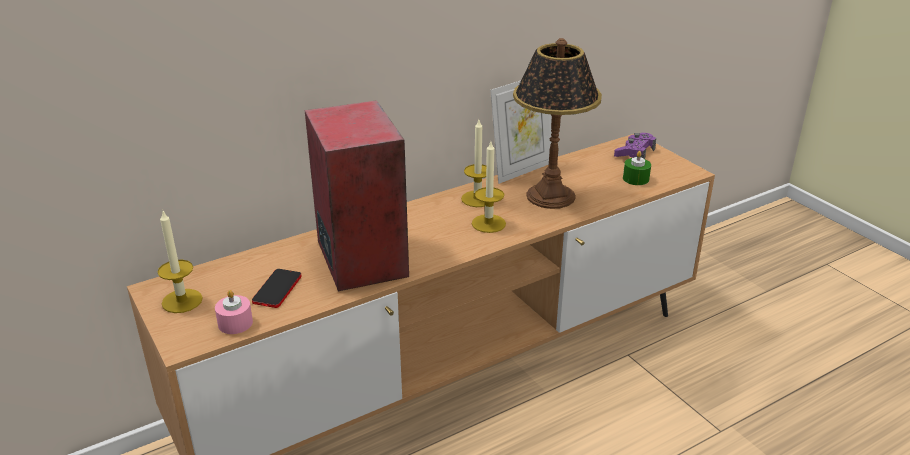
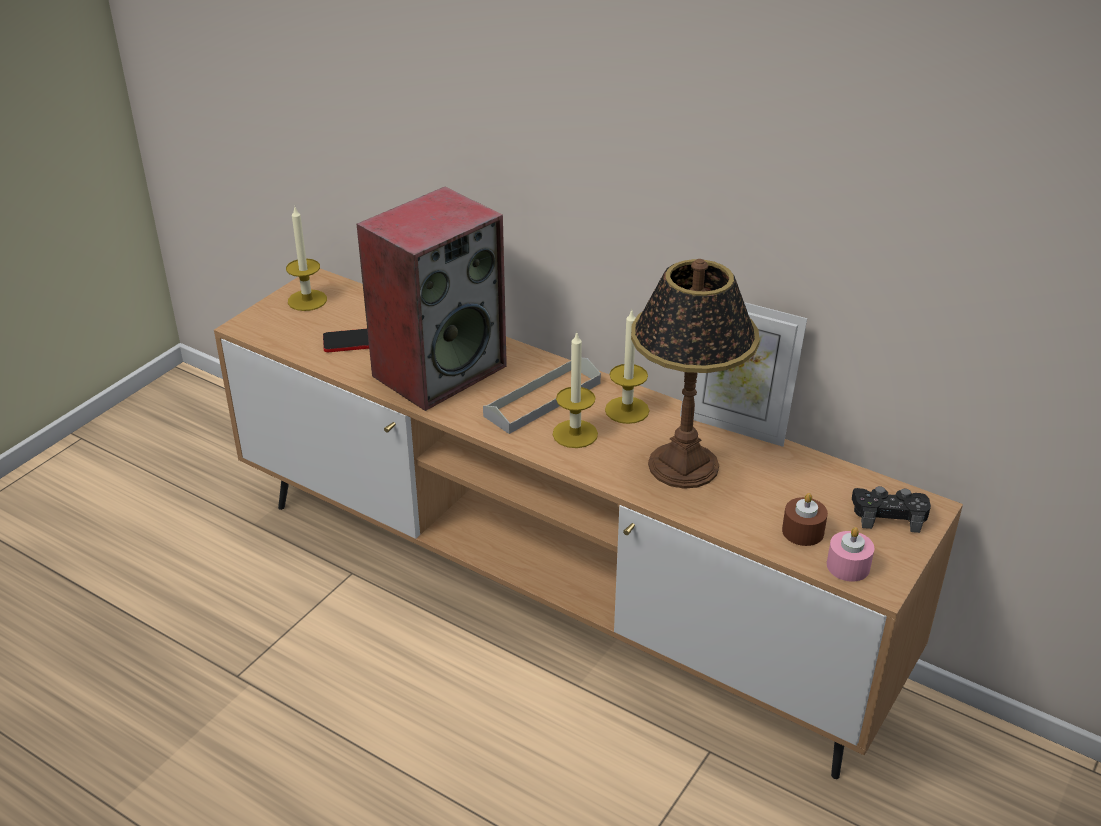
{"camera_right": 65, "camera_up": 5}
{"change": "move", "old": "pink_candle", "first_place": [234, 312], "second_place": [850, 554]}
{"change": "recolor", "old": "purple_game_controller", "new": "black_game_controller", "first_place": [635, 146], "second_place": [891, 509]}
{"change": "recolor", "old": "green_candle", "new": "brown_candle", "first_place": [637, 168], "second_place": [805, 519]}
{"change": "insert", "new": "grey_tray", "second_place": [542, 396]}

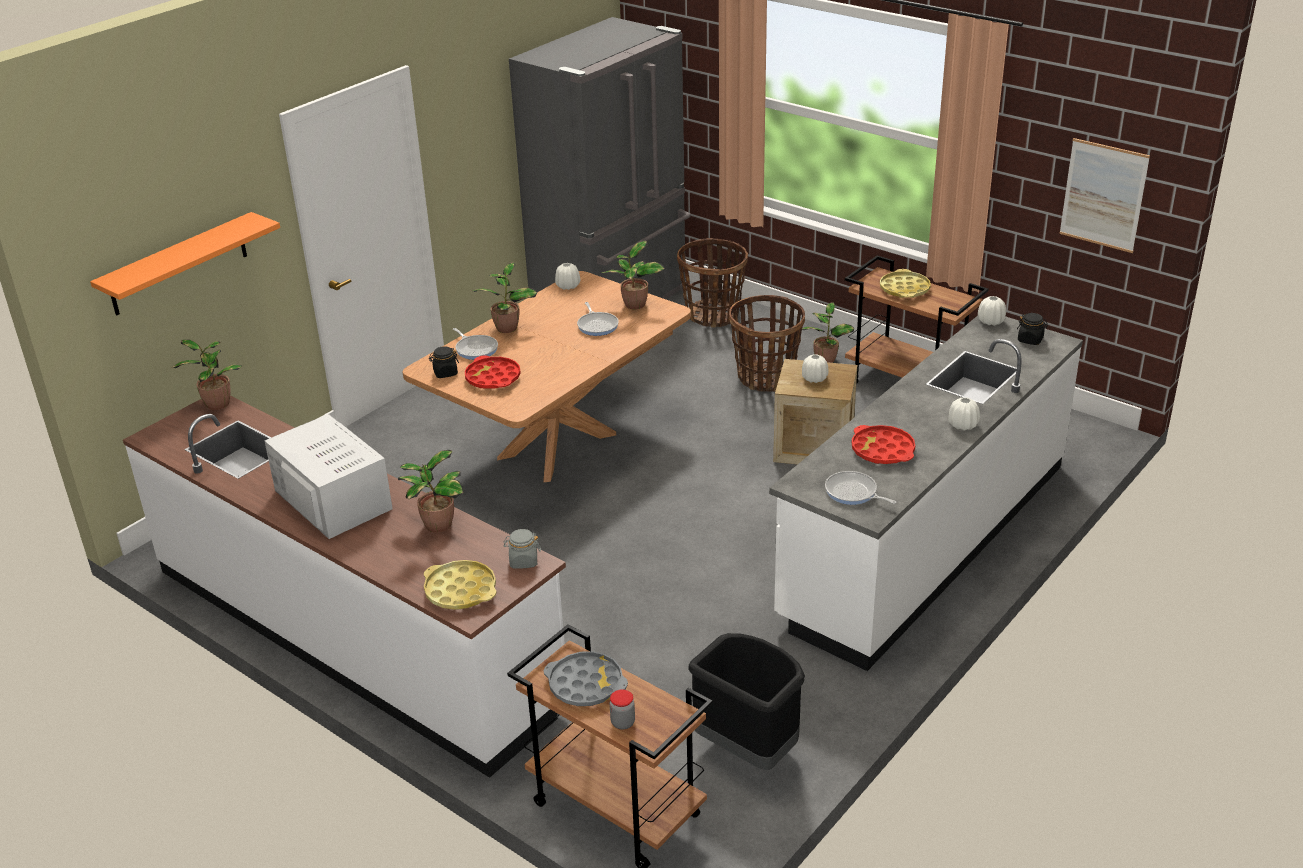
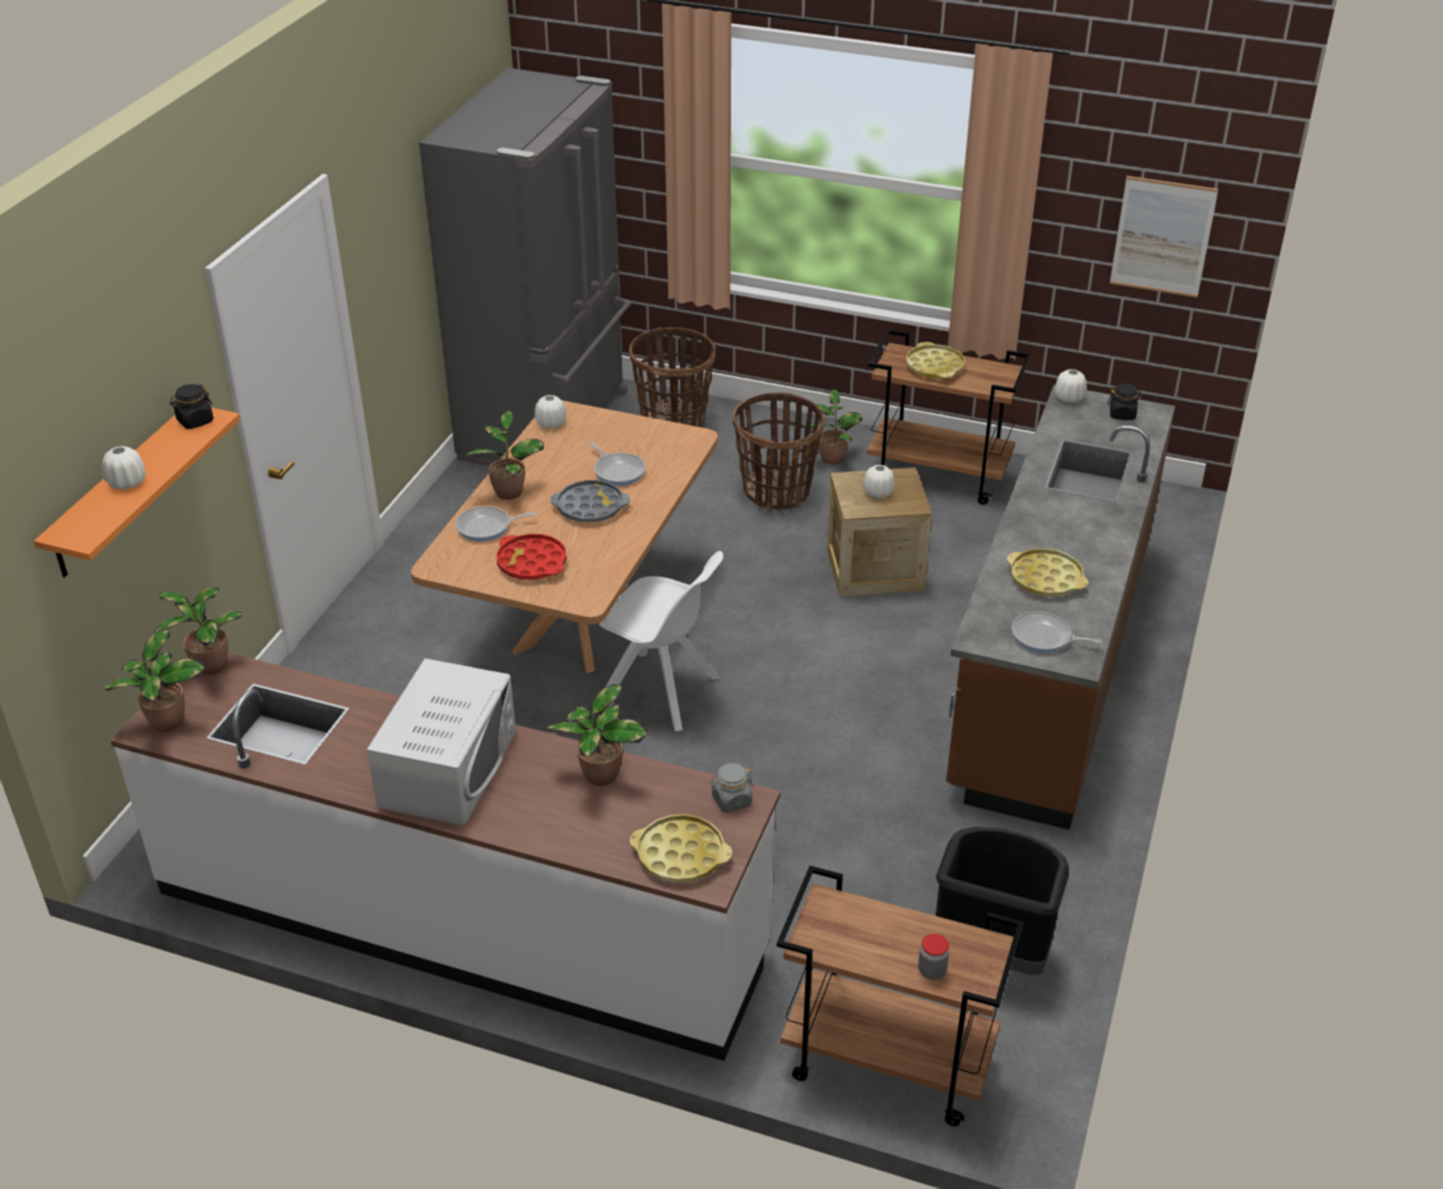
{"camera_right": -20, "camera_up": 5}
{"change": "rotate", "old": "white_microwave", "first_place": [329, 476], "second_place": [441, 742], "degrees": 75}
{"change": "move", "old": "black_jar", "first_place": [444, 362], "second_place": [192, 406]}
{"change": "rotate", "old": "frying_pan", "first_place": [475, 344], "second_place": [496, 524], "degrees": 135}
{"change": "move", "old": "grey_tray", "first_place": [586, 678], "second_place": [590, 501]}
{"change": "move", "old": "potted_plant", "first_place": [633, 275], "second_place": [154, 680]}
{"change": "recolor", "old": "white_counter", "new": "brown_counter", "first_place": [926, 493], "second_place": [1060, 607]}
{"change": "recolor", "old": "red_tray", "new": "yellow_tray", "first_place": [883, 444], "second_place": [1047, 572]}
{"change": "move", "old": "white_vase", "first_place": [964, 414], "second_place": [124, 468]}
{"change": "insert", "new": "white_chair", "second_place": [661, 641]}

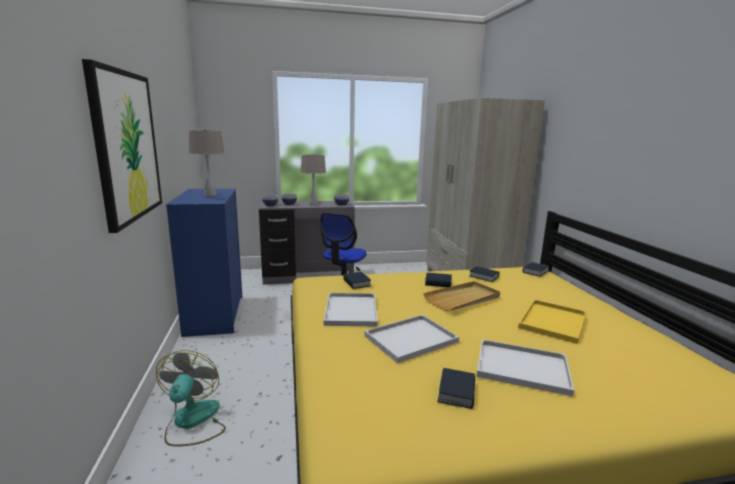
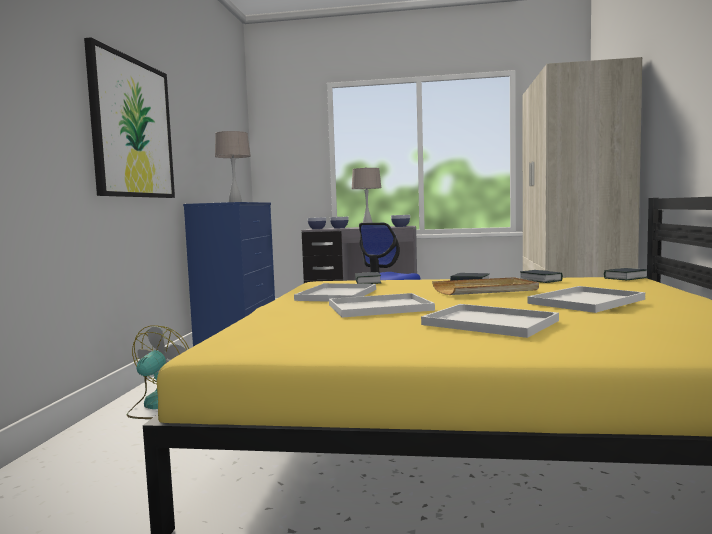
{"camera_right": 20, "camera_up": -10}
{"change": "delete", "old": "book", "first_place": [456, 388]}
{"change": "recolor", "old": "yellow_tray", "new": "white_tray", "first_place": [552, 321], "second_place": [586, 299]}

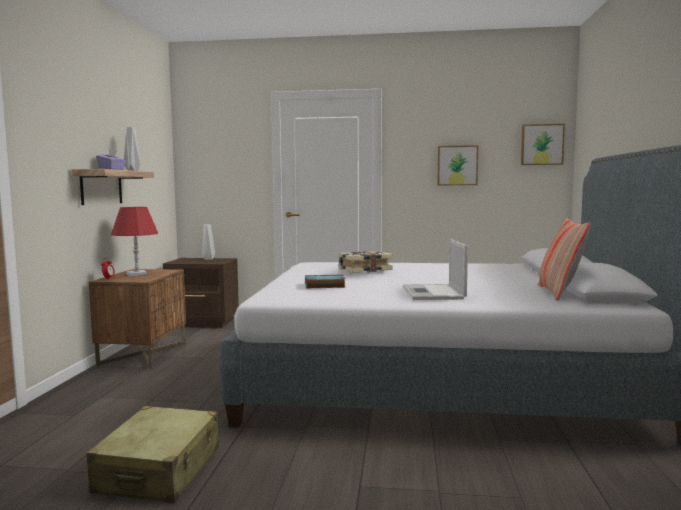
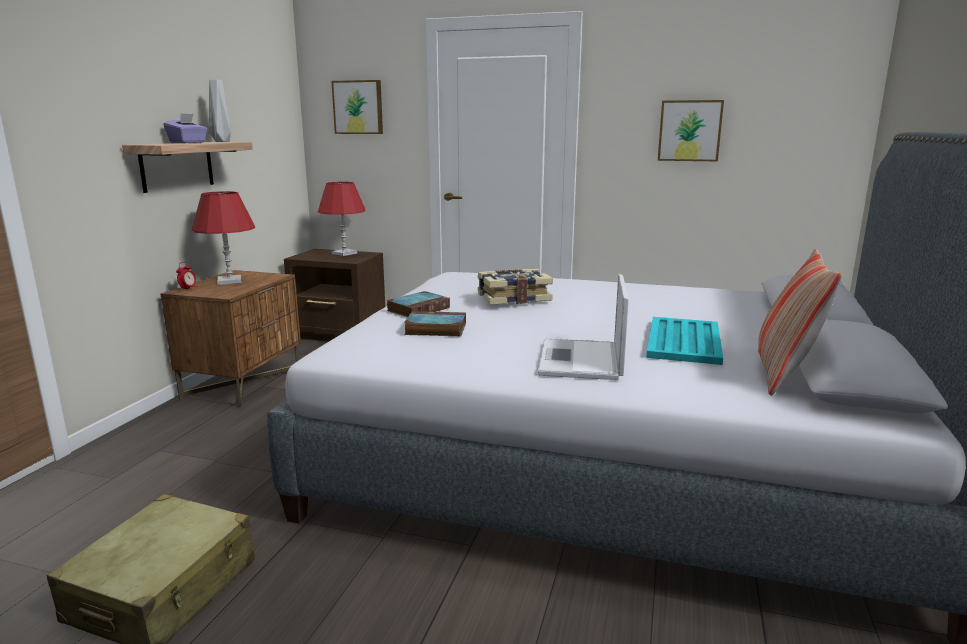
{"camera_right": 10, "camera_up": 10}
{"change": "replace", "old": "grey_vase", "new": "red_table_lamp", "first_place": [208, 242], "second_place": [342, 219]}
{"change": "move", "old": "picture", "first_place": [543, 144], "second_place": [357, 107]}
{"change": "insert", "new": "book", "second_place": [418, 304]}
{"change": "insert", "new": "turquoise_tray", "second_place": [684, 341]}

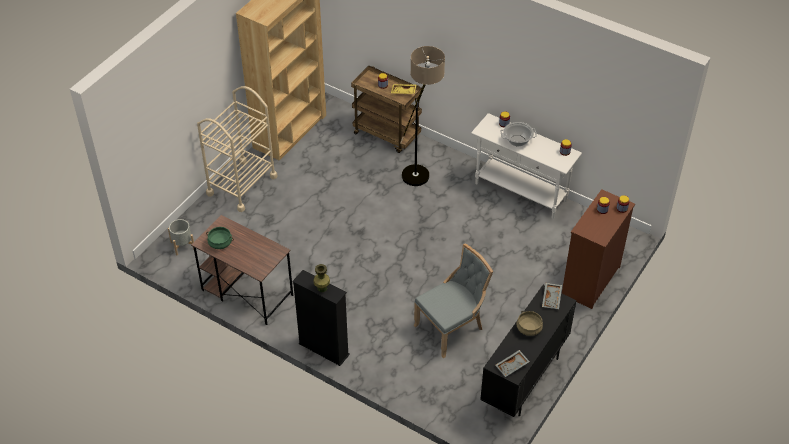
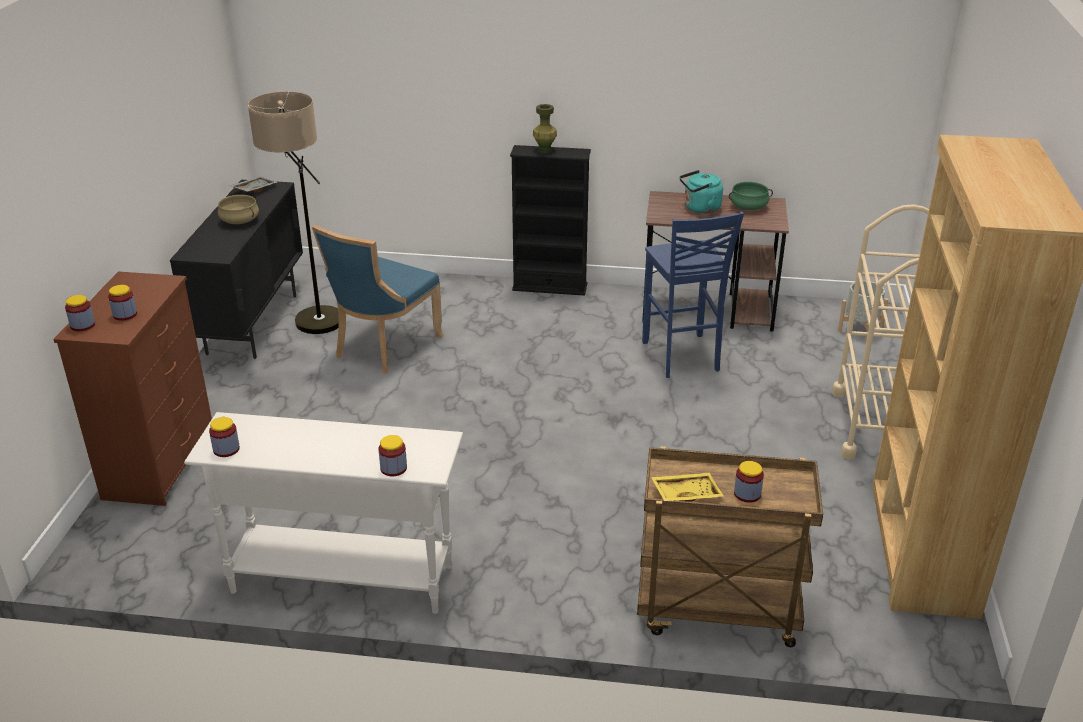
{"camera_right": 155, "camera_up": -15}
{"change": "move", "old": "floor_lamp", "first_place": [422, 116], "second_place": [293, 212]}
{"change": "recolor", "old": "grey_chair", "new": "blue_chair", "first_place": [453, 300], "second_place": [378, 299]}
{"change": "delete", "old": "cooking_pot", "first_place": [518, 134]}
{"change": "delete", "old": "grey_tray", "first_place": [552, 296]}
{"change": "insert", "new": "blue_stool", "second_place": [693, 295]}
{"change": "insert", "new": "turquoise_kettle", "second_place": [701, 191]}

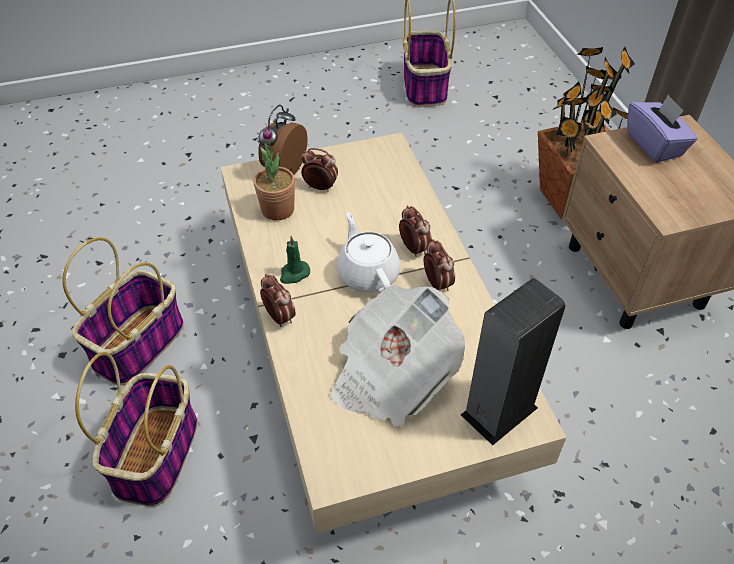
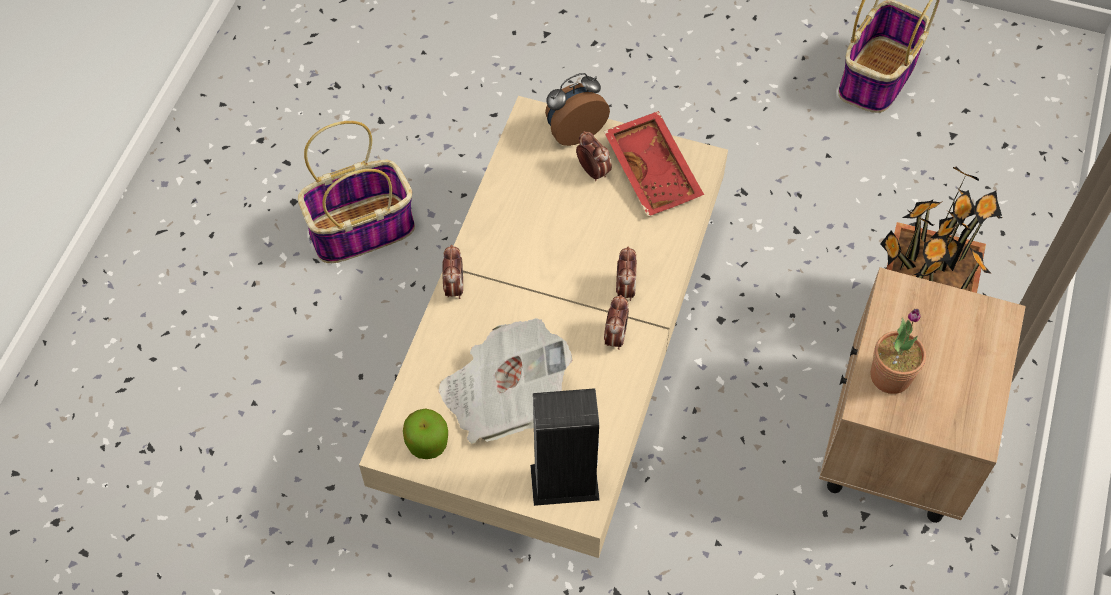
{"camera_right": 35, "camera_up": 10}
{"change": "delete", "old": "basket", "first_place": [136, 429]}
{"change": "move", "old": "potted_plant", "first_place": [274, 173], "second_place": [898, 351]}
{"change": "delete", "old": "green_candle", "first_place": [295, 260]}
{"change": "delete", "old": "white_teapot", "first_place": [368, 253]}
{"change": "delete", "old": "purple_tissue_box", "first_place": [662, 128]}
{"change": "insert", "new": "apple", "second_place": [425, 433]}
{"change": "insert", "new": "red_tray", "second_place": [654, 164]}

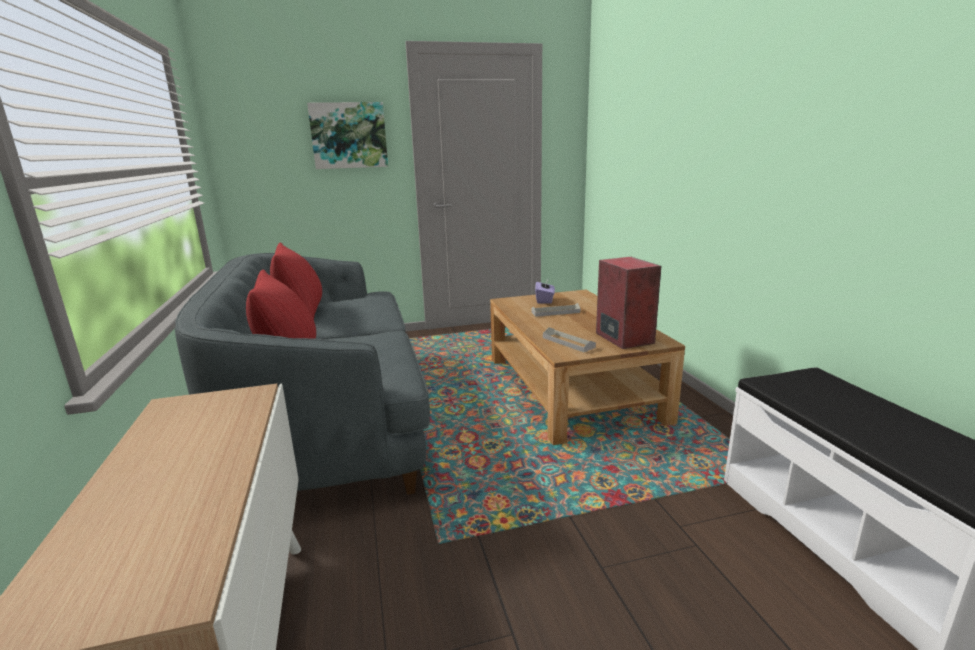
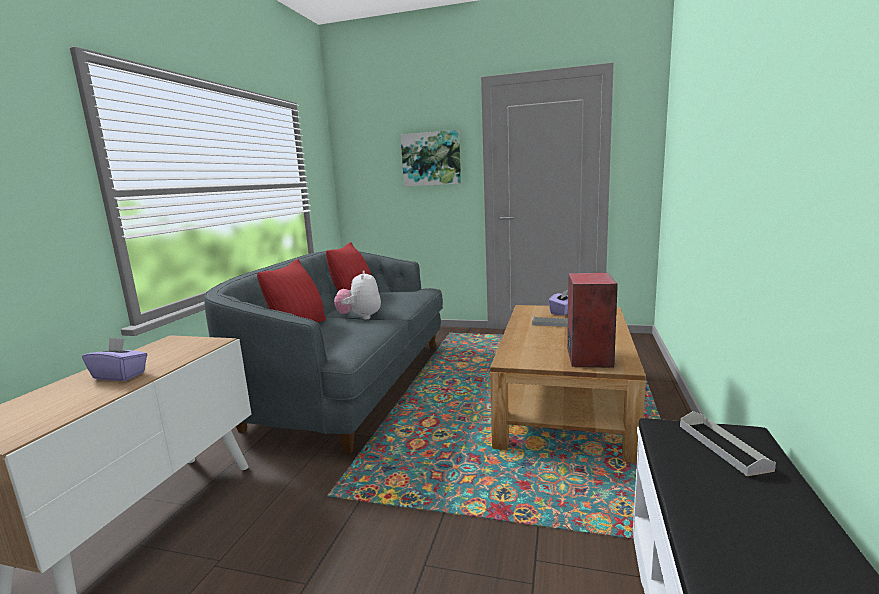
{"camera_right": 30, "camera_up": -5}
{"change": "move", "old": "grey_tray", "first_place": [569, 339], "second_place": [728, 443]}
{"change": "insert", "new": "purple_tissue_box", "second_place": [115, 359]}
{"change": "insert", "new": "plush_toy", "second_place": [357, 295]}

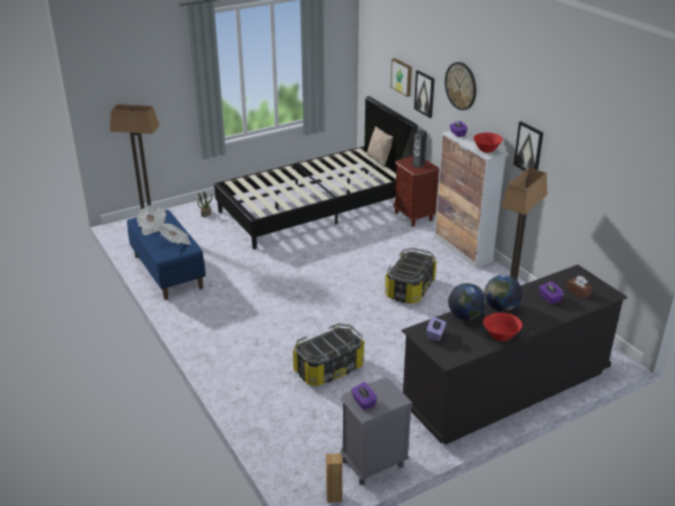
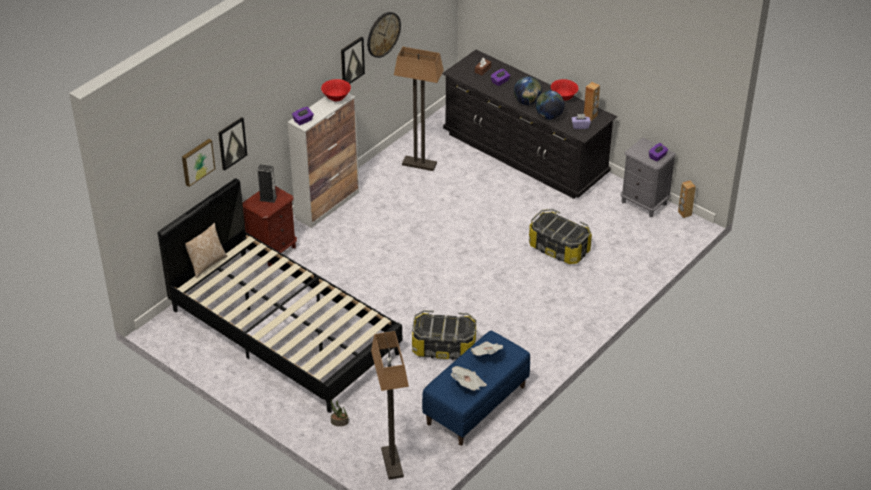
{"camera_right": -110, "camera_up": 10}
{"change": "move", "old": "storage_box", "first_place": [411, 276], "second_place": [444, 335]}
{"change": "move", "old": "wall_clock", "first_place": [460, 86], "second_place": [384, 35]}
{"change": "insert", "new": "brown_speaker", "second_place": [592, 101]}

